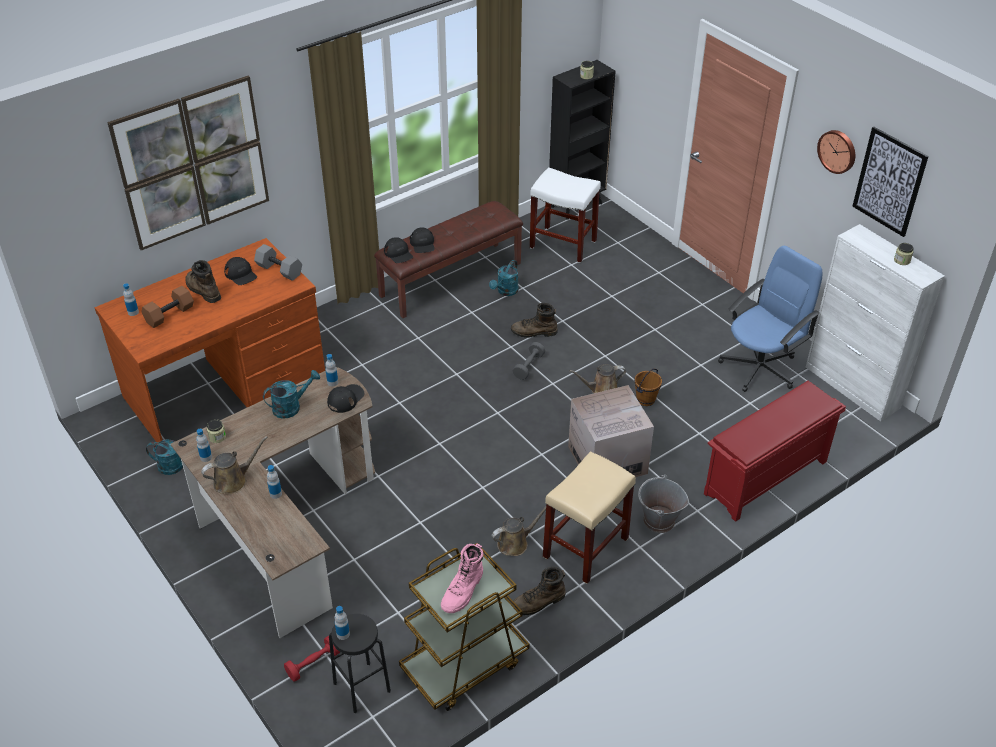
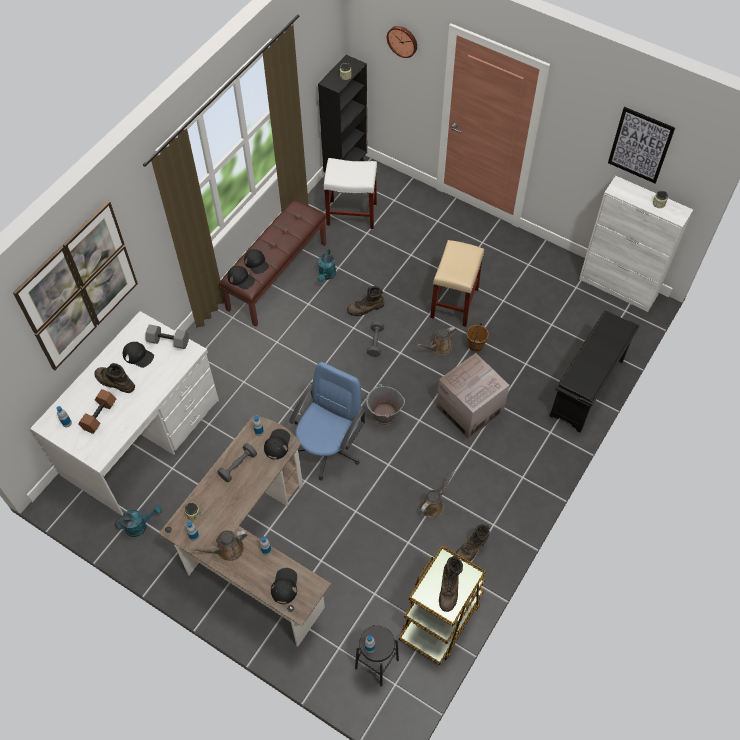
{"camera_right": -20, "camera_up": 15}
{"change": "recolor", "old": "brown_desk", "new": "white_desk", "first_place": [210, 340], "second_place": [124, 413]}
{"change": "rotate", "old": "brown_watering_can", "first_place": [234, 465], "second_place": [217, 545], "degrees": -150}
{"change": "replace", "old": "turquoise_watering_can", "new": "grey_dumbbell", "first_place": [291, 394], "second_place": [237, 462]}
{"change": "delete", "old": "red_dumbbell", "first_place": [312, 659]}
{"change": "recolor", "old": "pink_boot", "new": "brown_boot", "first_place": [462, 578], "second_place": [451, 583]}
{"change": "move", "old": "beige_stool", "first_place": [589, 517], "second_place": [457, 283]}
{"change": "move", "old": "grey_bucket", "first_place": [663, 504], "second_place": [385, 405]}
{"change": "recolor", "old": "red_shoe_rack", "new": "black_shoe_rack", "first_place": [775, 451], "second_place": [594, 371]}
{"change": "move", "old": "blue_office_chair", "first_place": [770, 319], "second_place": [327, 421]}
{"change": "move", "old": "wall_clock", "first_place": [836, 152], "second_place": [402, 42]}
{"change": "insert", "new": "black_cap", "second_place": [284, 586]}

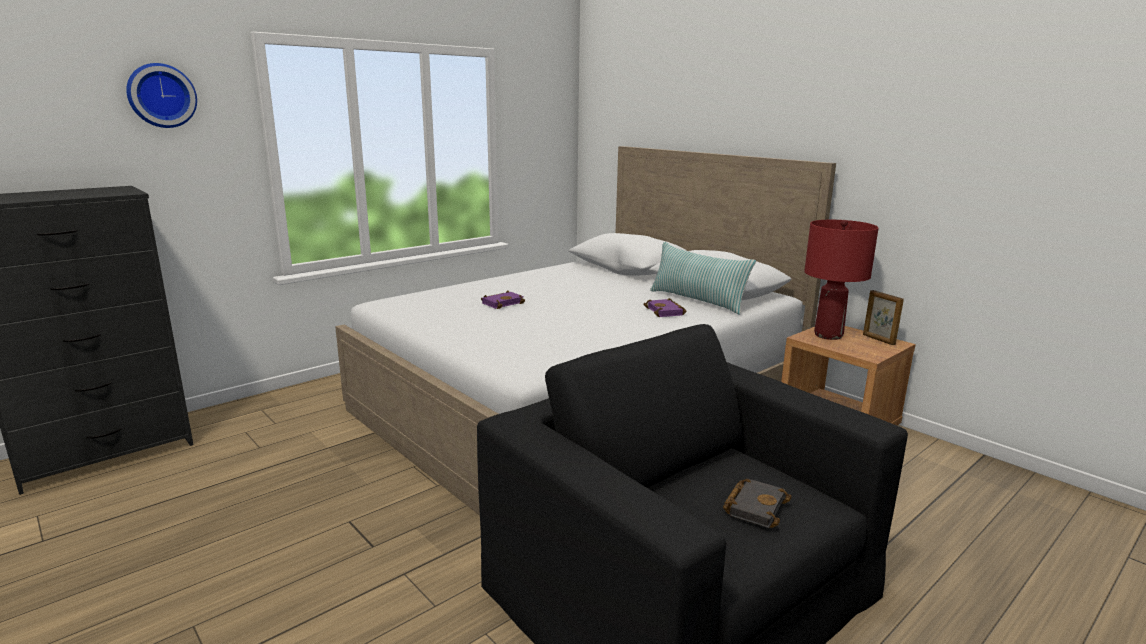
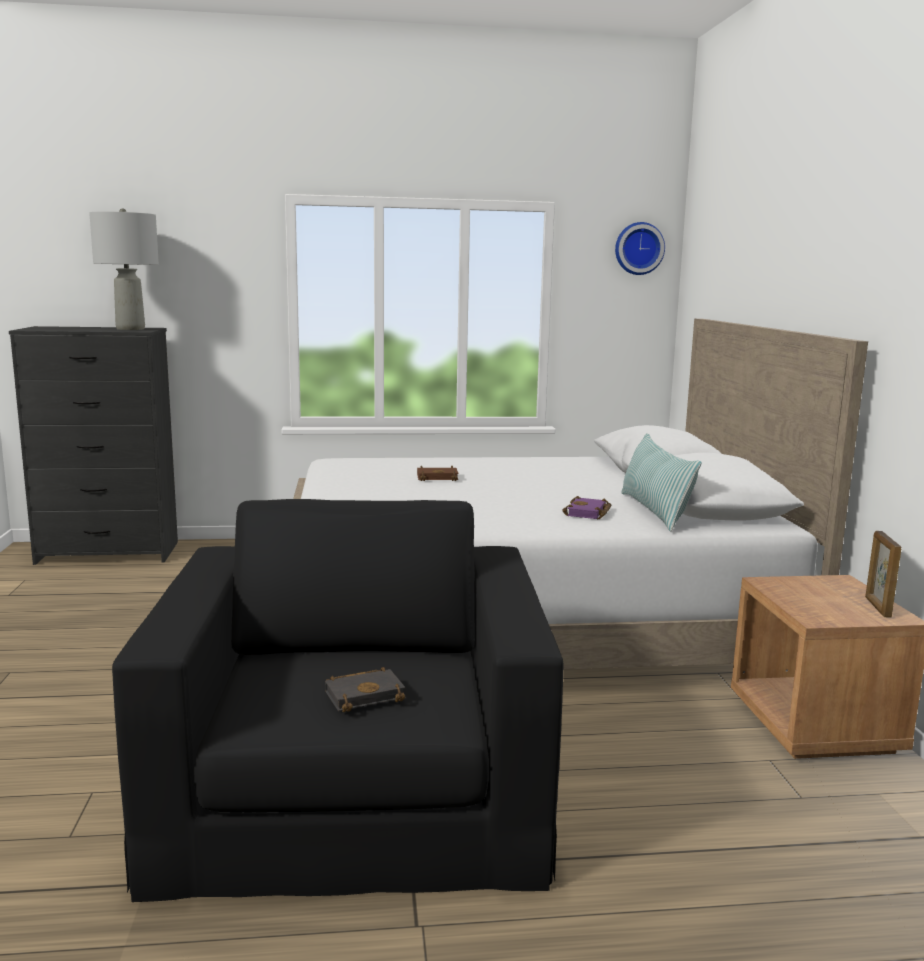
{"camera_right": 35, "camera_up": -5}
{"change": "move", "old": "wall_clock", "first_place": [161, 95], "second_place": [640, 248]}
{"change": "recolor", "old": "purple_book", "new": "brown_book", "first_place": [503, 300], "second_place": [438, 473]}
{"change": "delete", "old": "red_table_lamp", "first_place": [841, 280]}
{"change": "insert", "new": "grey_table_lamp", "second_place": [124, 269]}

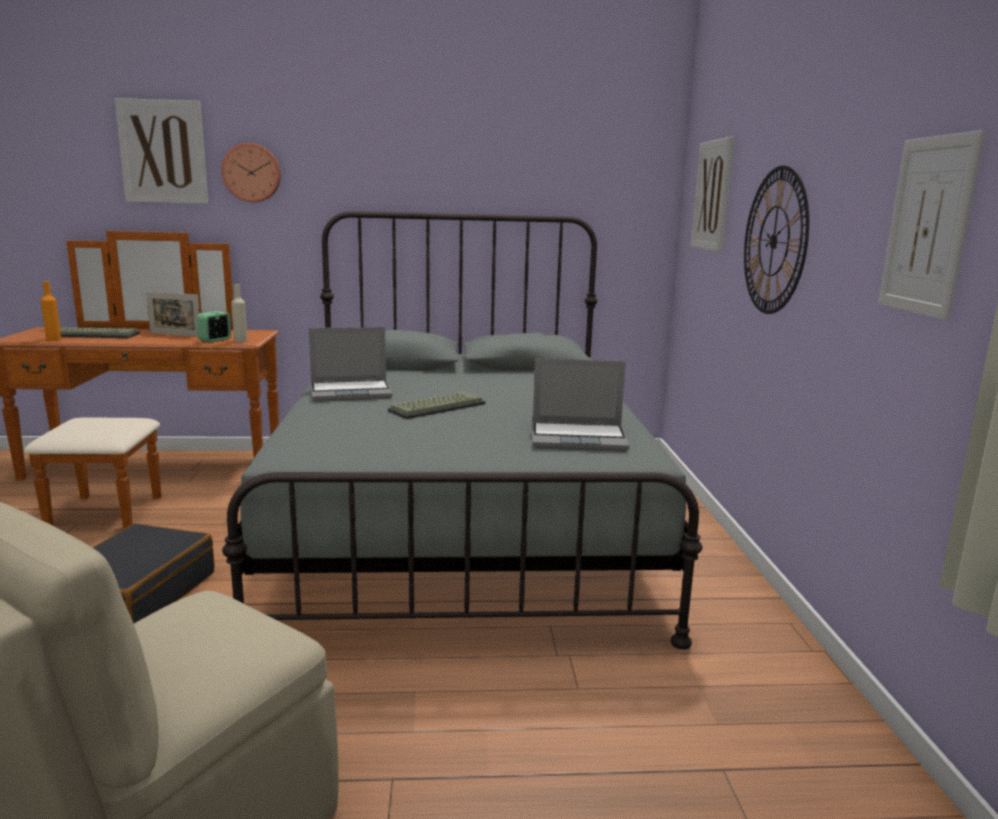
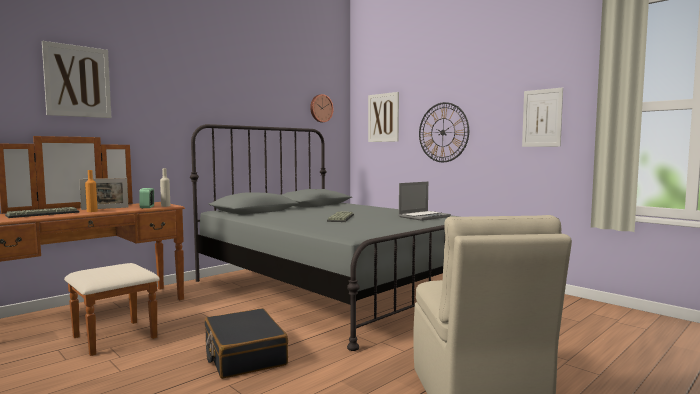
{"camera_right": -40, "camera_up": -10}
{"change": "move", "old": "orange_bottle", "first_place": [51, 311], "second_place": [91, 191]}
{"change": "move", "old": "wall_clock", "first_place": [251, 172], "second_place": [321, 108]}
{"change": "delete", "old": "laptop", "first_place": [350, 364]}

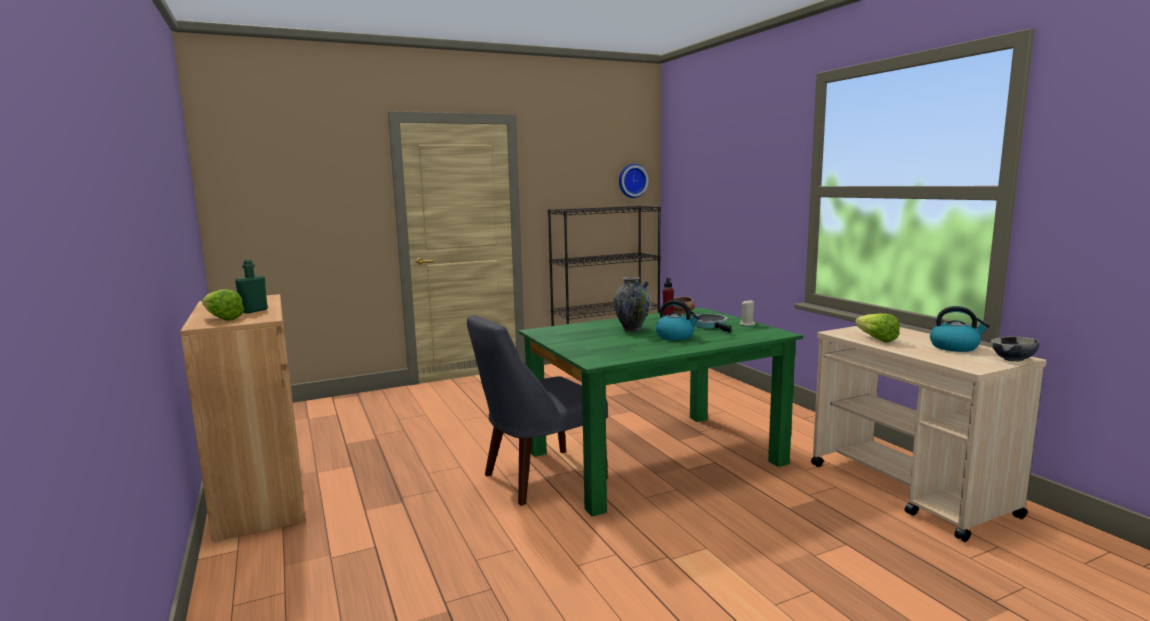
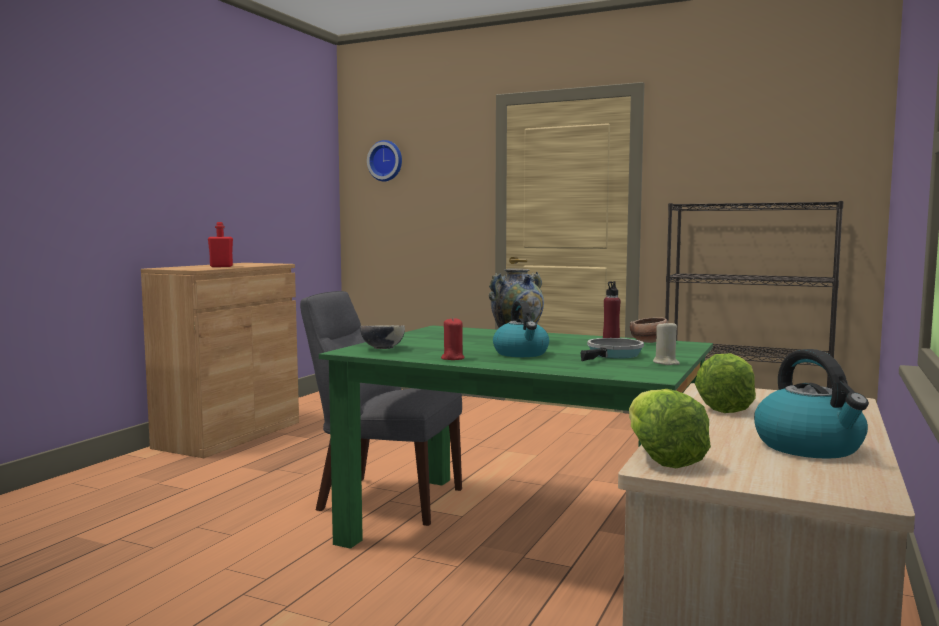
{"camera_right": 50, "camera_up": -5}
{"change": "move", "old": "lettuce", "first_place": [223, 304], "second_place": [670, 428]}
{"change": "recolor", "old": "green_bottle", "new": "red_bottle", "first_place": [251, 286], "second_place": [220, 244]}
{"change": "move", "old": "wall_clock", "first_place": [634, 181], "second_place": [384, 160]}
{"change": "move", "old": "bowl", "first_place": [1015, 349], "second_place": [382, 337]}
{"change": "insert", "new": "red_candle", "second_place": [452, 338]}

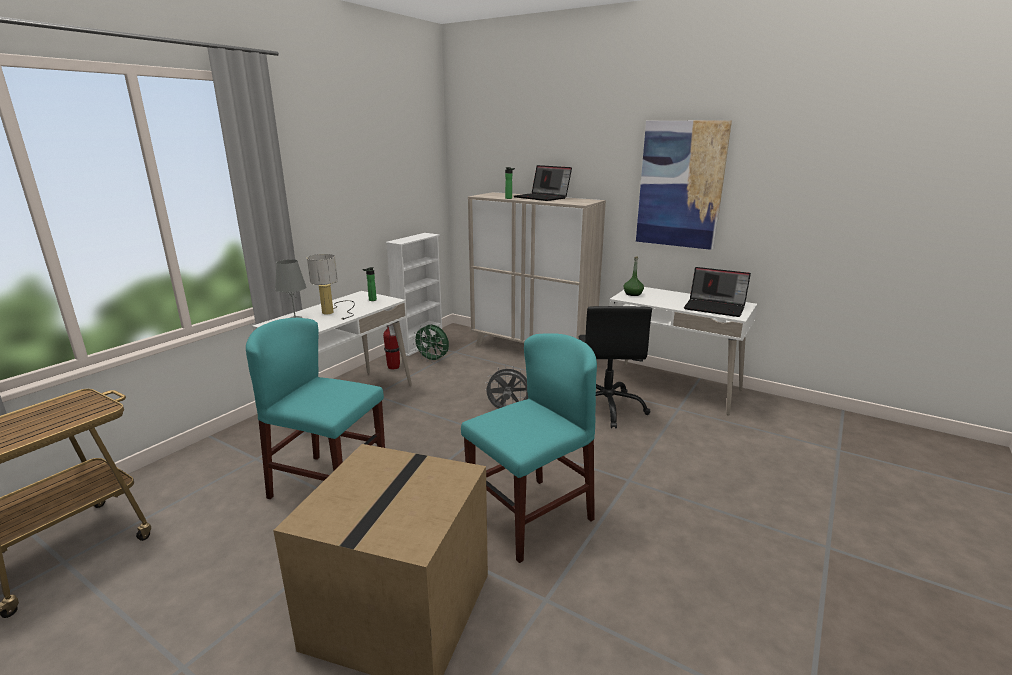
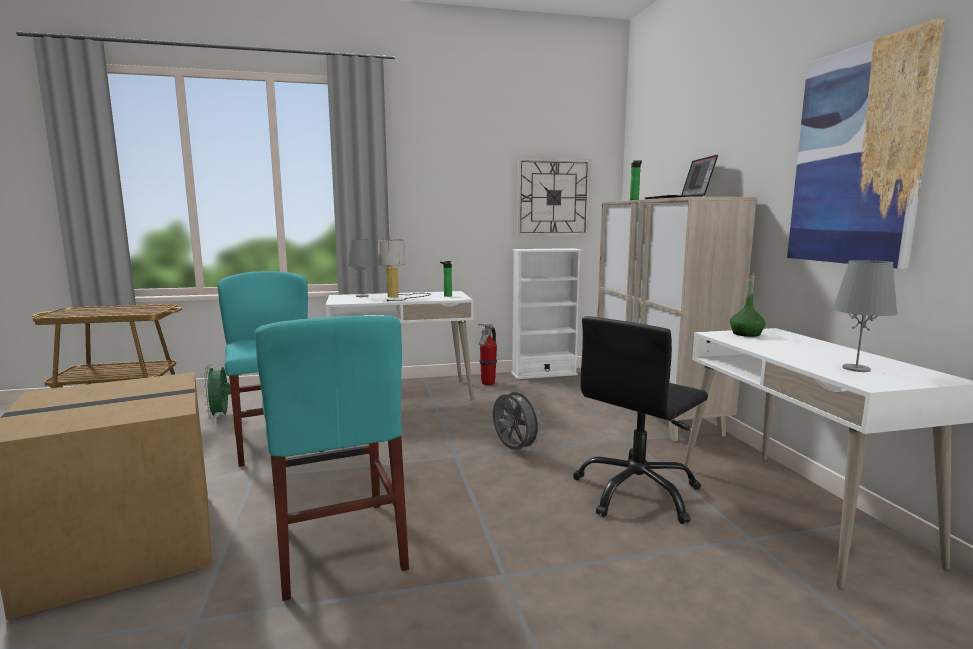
{"camera_right": 45, "camera_up": -10}
{"change": "move", "old": "green_fan", "first_place": [431, 343], "second_place": [217, 391]}
{"change": "rotate", "old": "turquoise_chair", "first_place": [529, 448], "second_place": [331, 458], "degrees": 60}
{"change": "replace", "old": "laptop", "new": "grey_table_lamp", "first_place": [717, 292], "second_place": [865, 316]}
{"change": "insert", "new": "wall_clock", "second_place": [554, 197]}

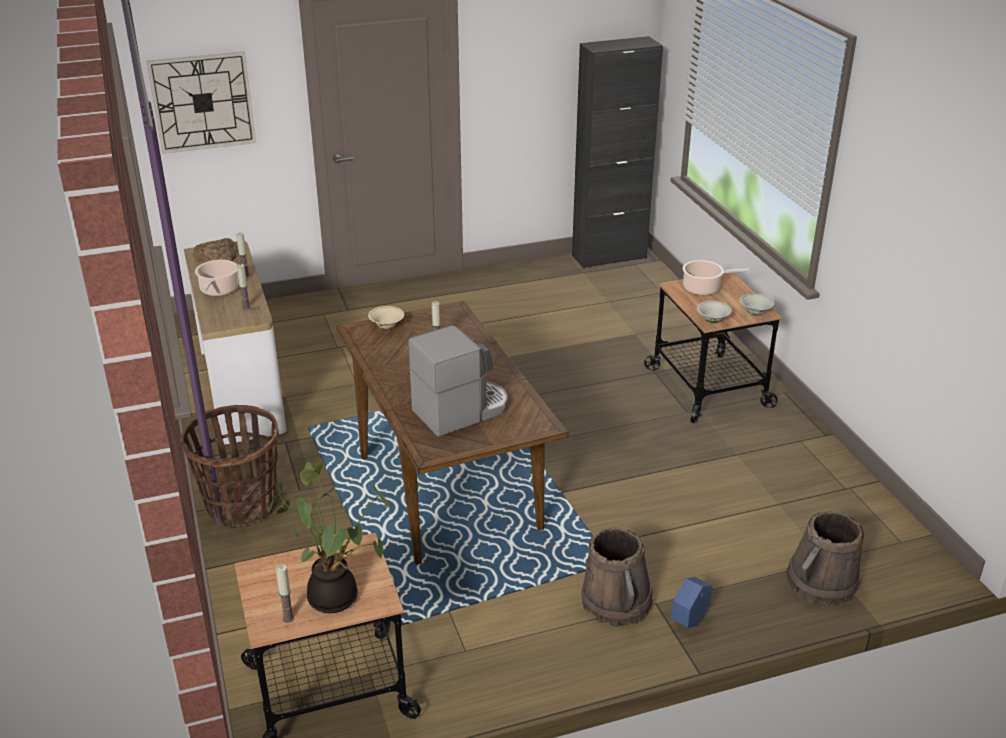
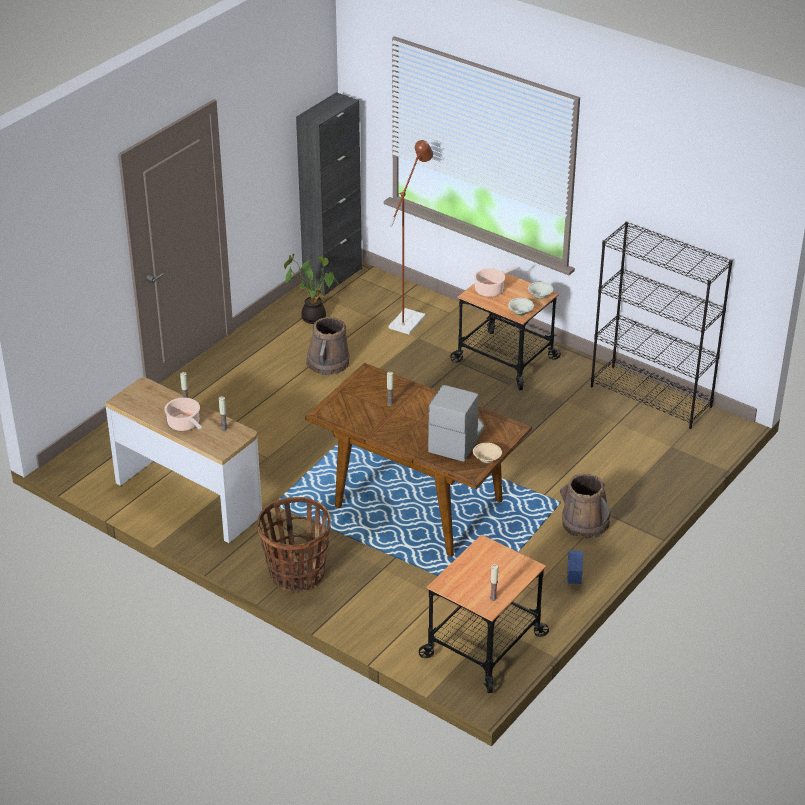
{"camera_right": -35, "camera_up": 5}
{"change": "delete", "old": "wall_clock", "first_place": [201, 102]}
{"change": "delete", "old": "bread", "first_place": [214, 251]}
{"change": "move", "old": "potted_plant", "first_place": [328, 537], "second_place": [311, 289]}
{"change": "move", "old": "beige_bowl", "first_place": [386, 317], "second_place": [487, 453]}
{"change": "move", "old": "blue_planter", "first_place": [692, 602], "second_place": [575, 567]}
{"change": "move", "old": "brown_bucket", "first_place": [825, 558], "second_place": [328, 346]}
{"change": "insert", "new": "brown_floor_lamp", "second_place": [411, 237]}
{"change": "insert", "new": "black_bookcase", "second_place": [662, 325]}

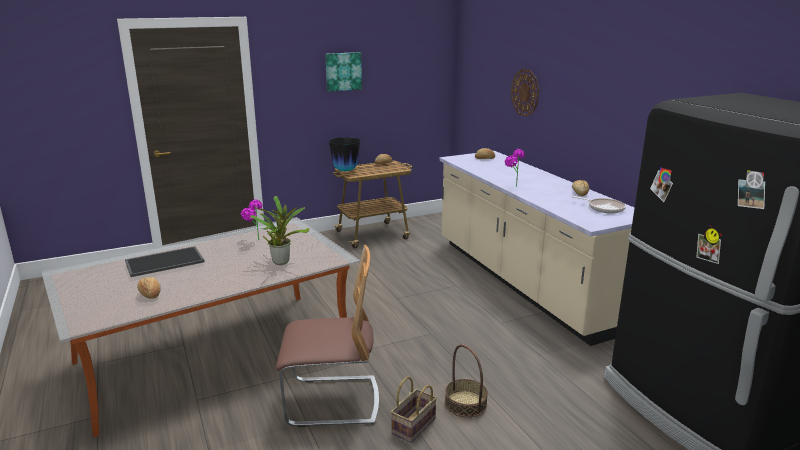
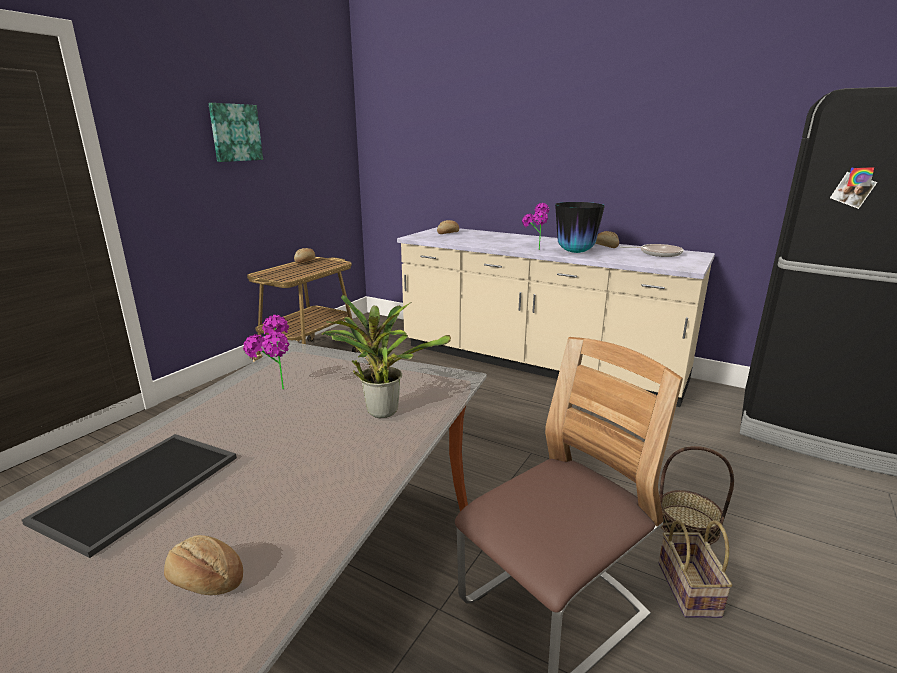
{"camera_right": -35, "camera_up": 0}
{"change": "move", "old": "vase", "first_place": [344, 154], "second_place": [580, 227]}
{"change": "delete", "old": "wall_clock", "first_place": [525, 92]}

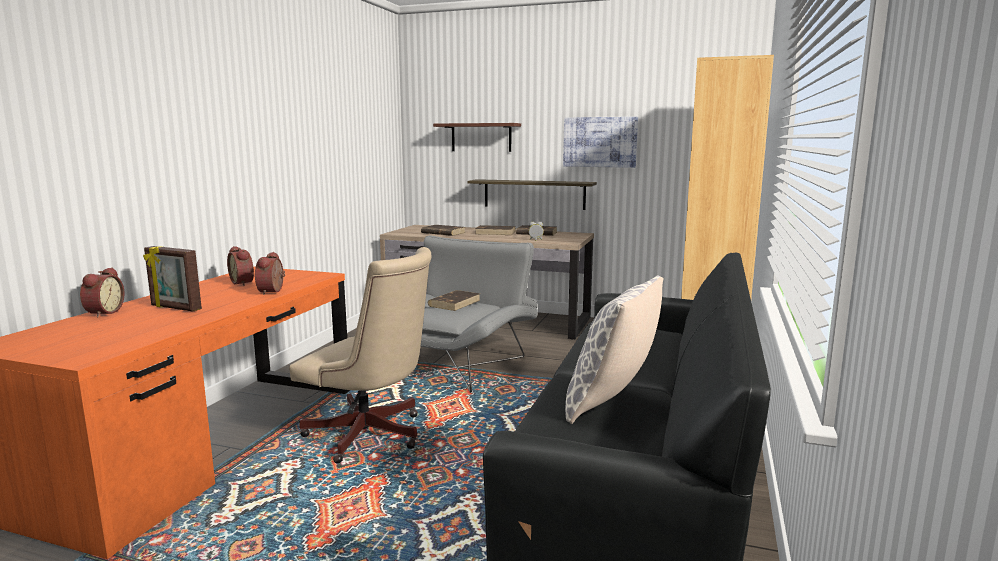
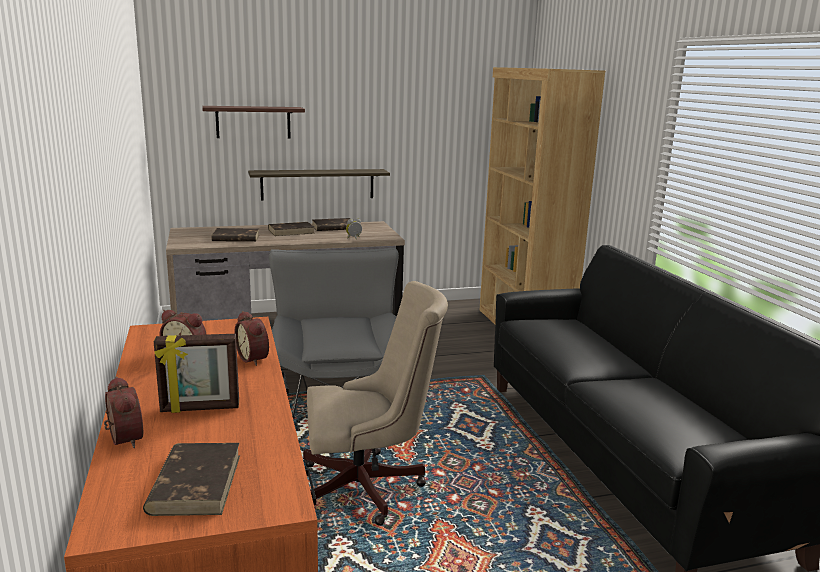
{"camera_right": -35, "camera_up": 5}
{"change": "move", "old": "brown_book", "first_place": [454, 300], "second_place": [191, 479]}
{"change": "delete", "old": "picture", "first_place": [600, 142]}
{"change": "delete", "old": "pillow", "first_place": [614, 349]}

